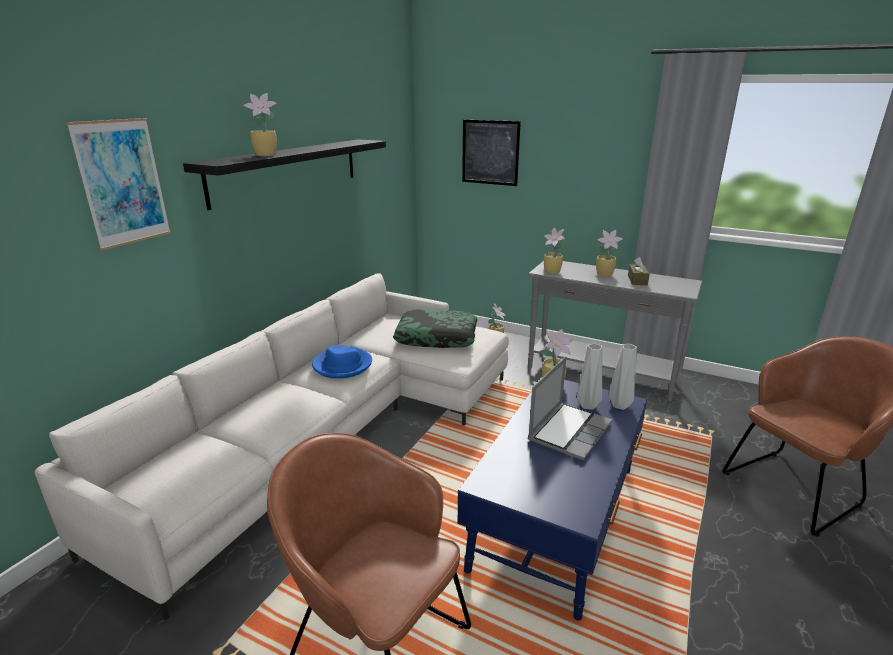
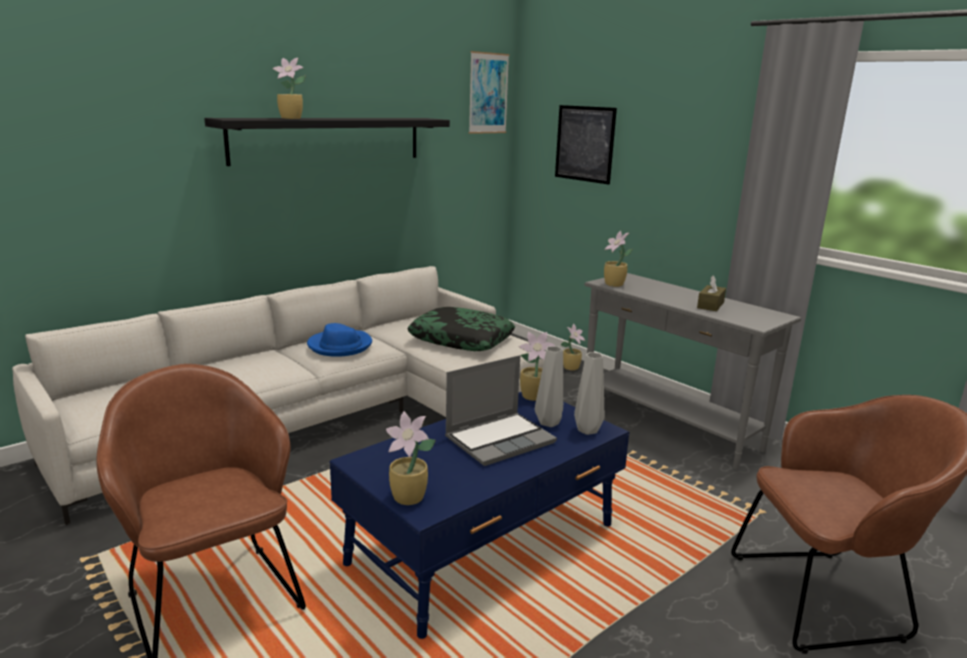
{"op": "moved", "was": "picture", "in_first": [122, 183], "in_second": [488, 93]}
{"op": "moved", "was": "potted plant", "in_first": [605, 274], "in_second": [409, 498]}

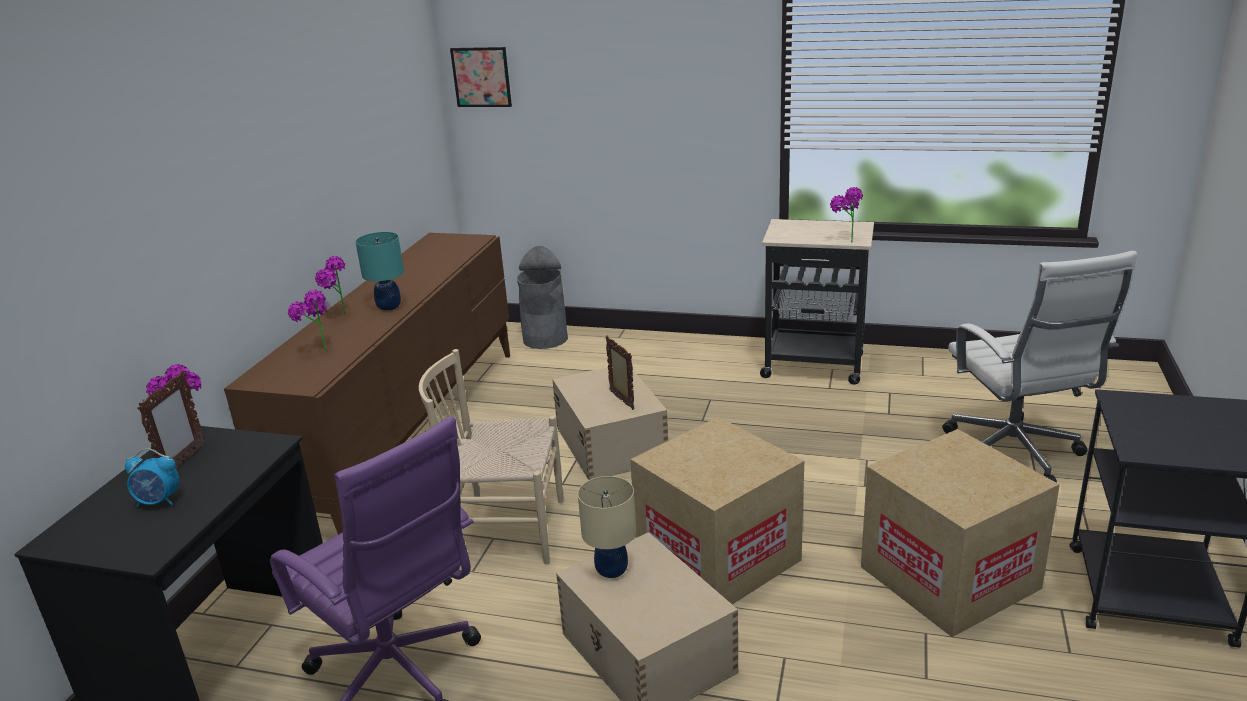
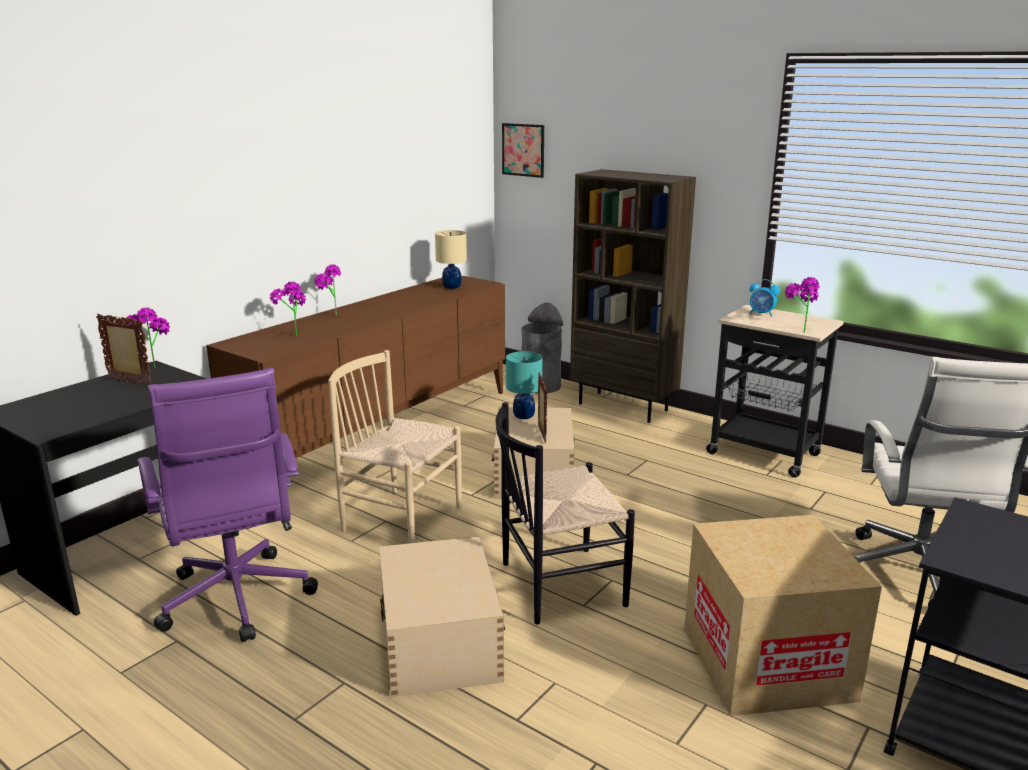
{"op": "moved", "was": "table lamp (turquoise)", "in_first": [388, 308], "in_second": [523, 417]}
{"op": "turned", "was": "picture frame", "in_first": [183, 462], "in_second": [130, 382], "clockwise": -105}
{"op": "replaced", "was": "cardboard box", "now": "chair (black)", "in_first": [718, 558], "in_second": [557, 585]}
{"op": "moved", "was": "alarm clock", "in_first": [159, 502], "in_second": [761, 314]}
{"op": "moved", "was": "table lamp (beige)", "in_first": [613, 571], "in_second": [452, 287]}
{"op": "added", "now": "bookcase (brown)", "in_second": [624, 407]}

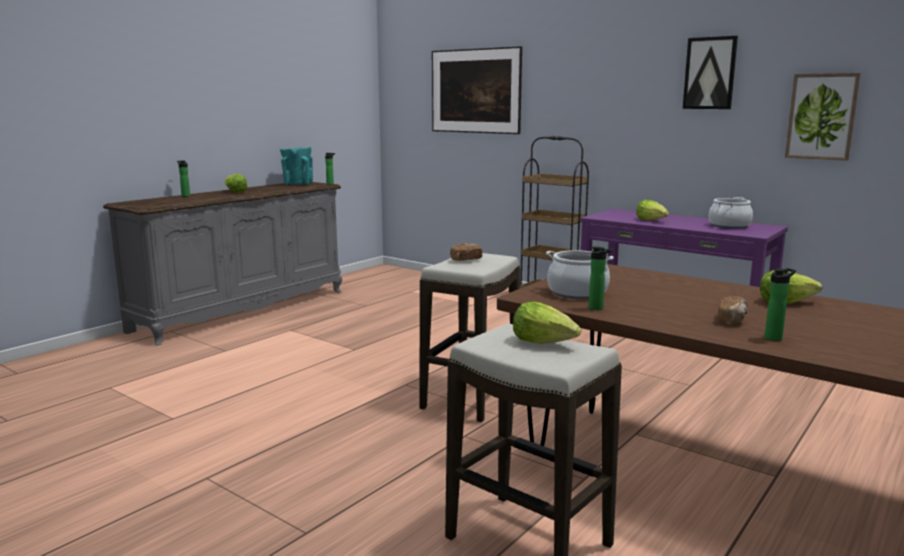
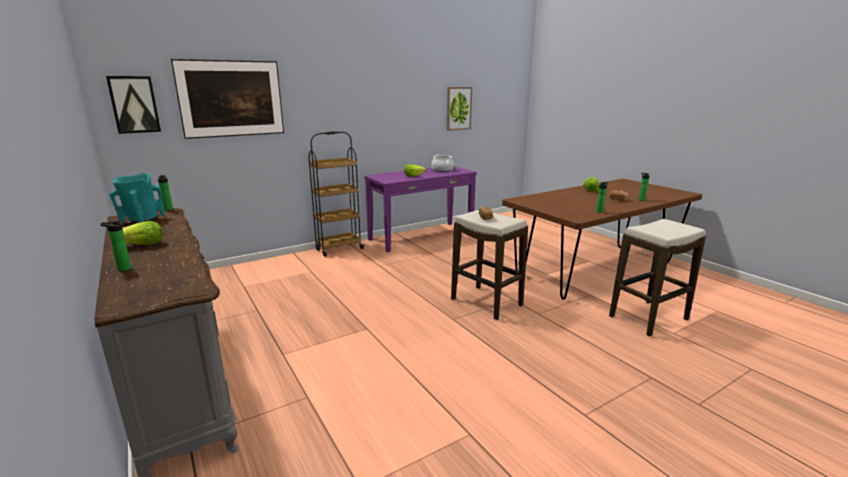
{"op": "moved", "was": "picture", "in_first": [710, 73], "in_second": [134, 104]}
{"op": "removed", "was": "cooking pot", "in_first": [577, 292]}
{"op": "removed", "was": "lettuce", "in_first": [544, 342]}

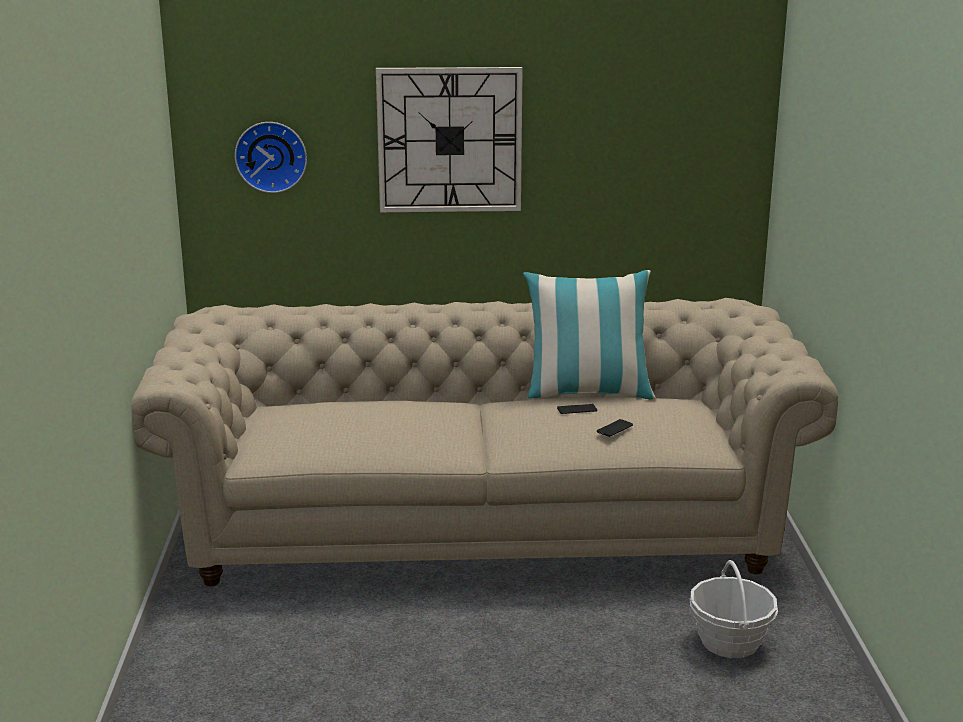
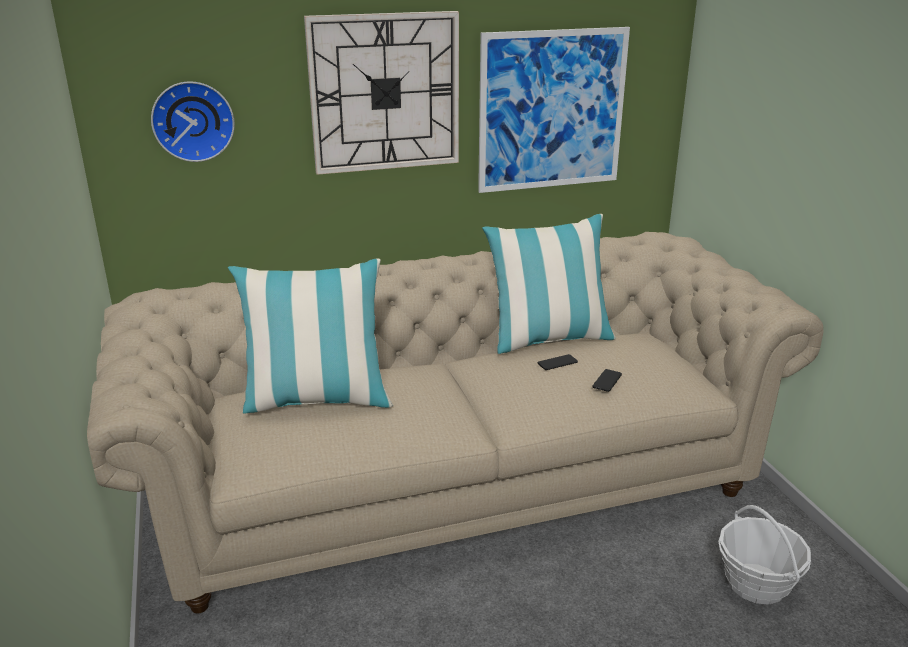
{"op": "added", "now": "picture", "in_second": [552, 110]}
{"op": "added", "now": "pillow", "in_second": [317, 400]}

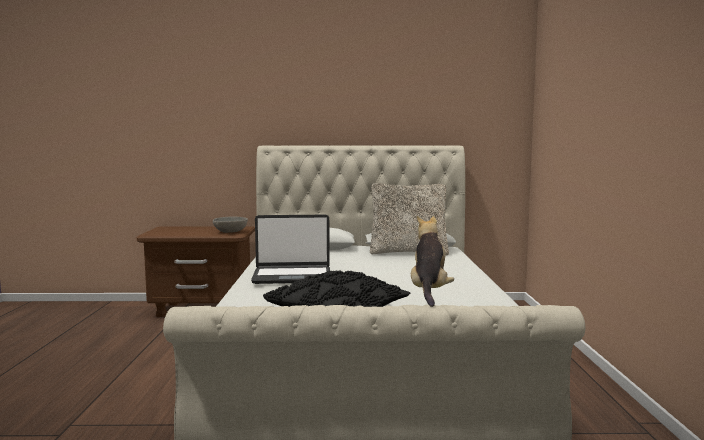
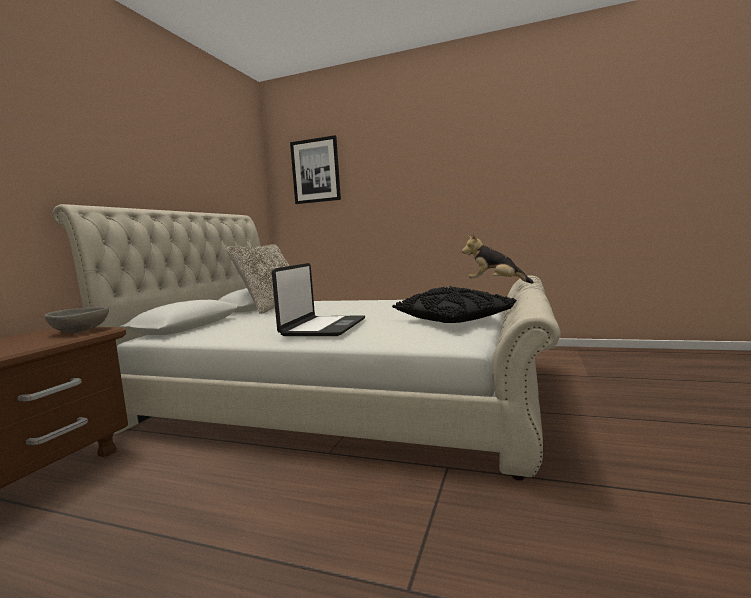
{"op": "added", "now": "picture", "in_second": [316, 171]}

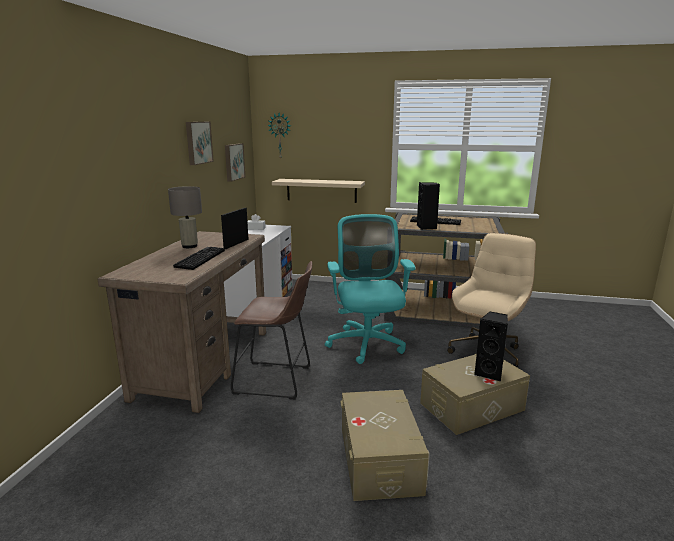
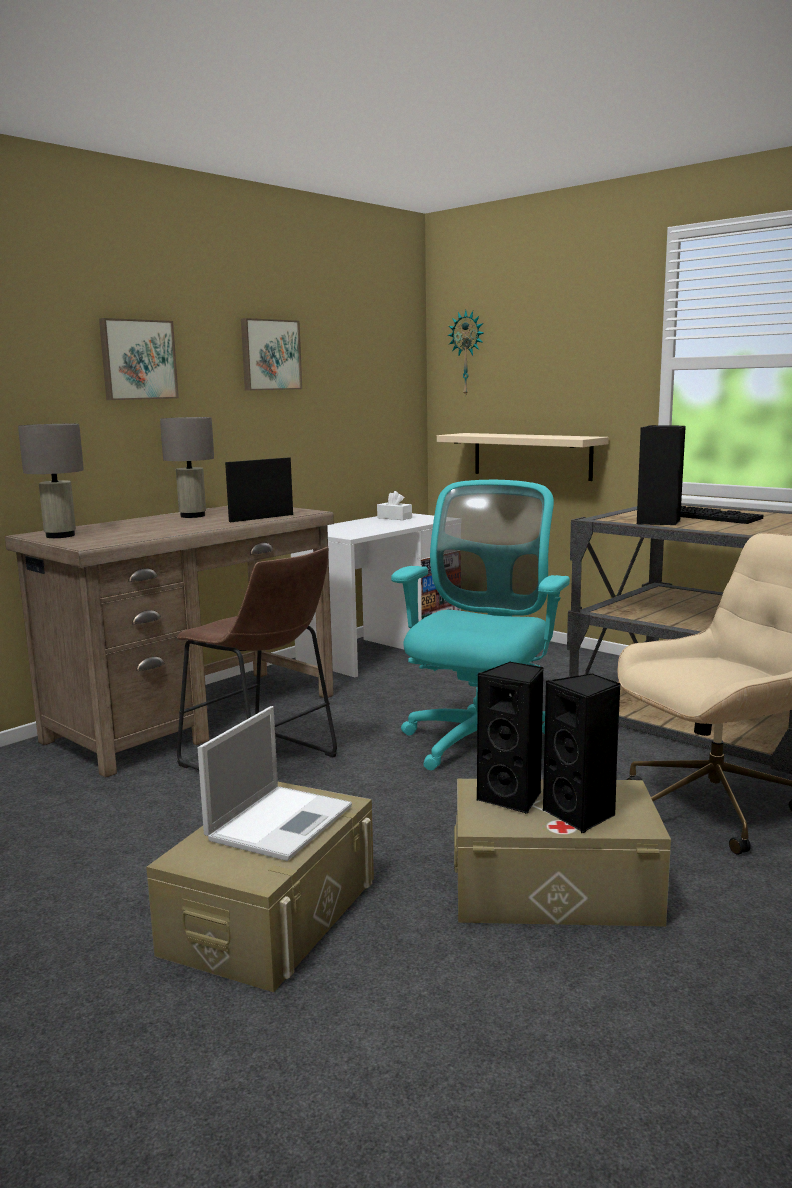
{"op": "moved", "was": "picture", "in_first": [233, 161], "in_second": [137, 360]}
{"op": "removed", "was": "keyboard", "in_first": [200, 258]}
{"op": "added", "now": "table lamp (grey)", "in_second": [59, 536]}
{"op": "added", "now": "speaker (black)", "in_second": [513, 798]}
{"op": "added", "now": "laptop", "in_second": [281, 821]}

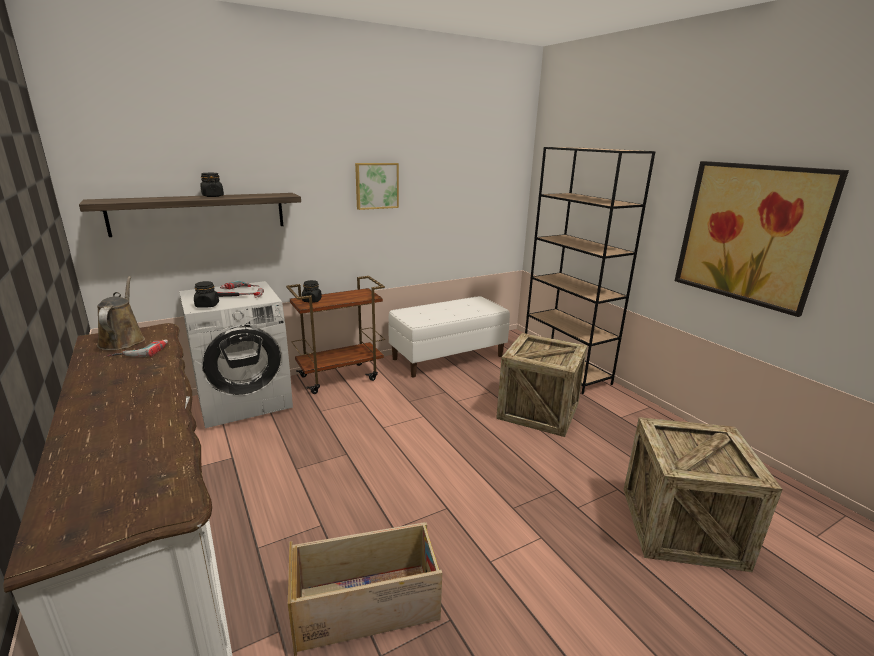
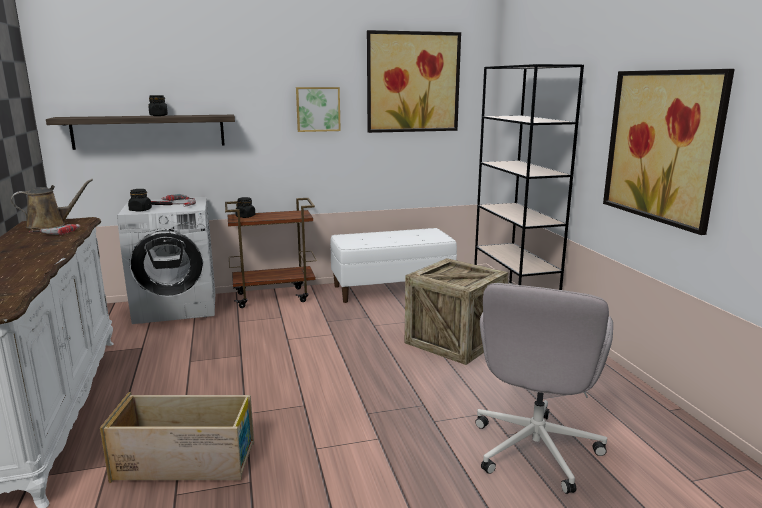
{"op": "turned", "was": "watering can (brown)", "in_first": [123, 340], "in_second": [50, 225], "clockwise": 60}
{"op": "replaced", "was": "crate", "now": "office chair (grey)", "in_first": [681, 526], "in_second": [534, 451]}
{"op": "added", "now": "picture", "in_second": [413, 82]}

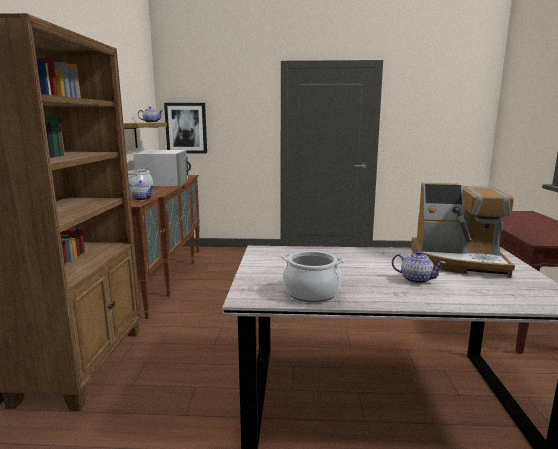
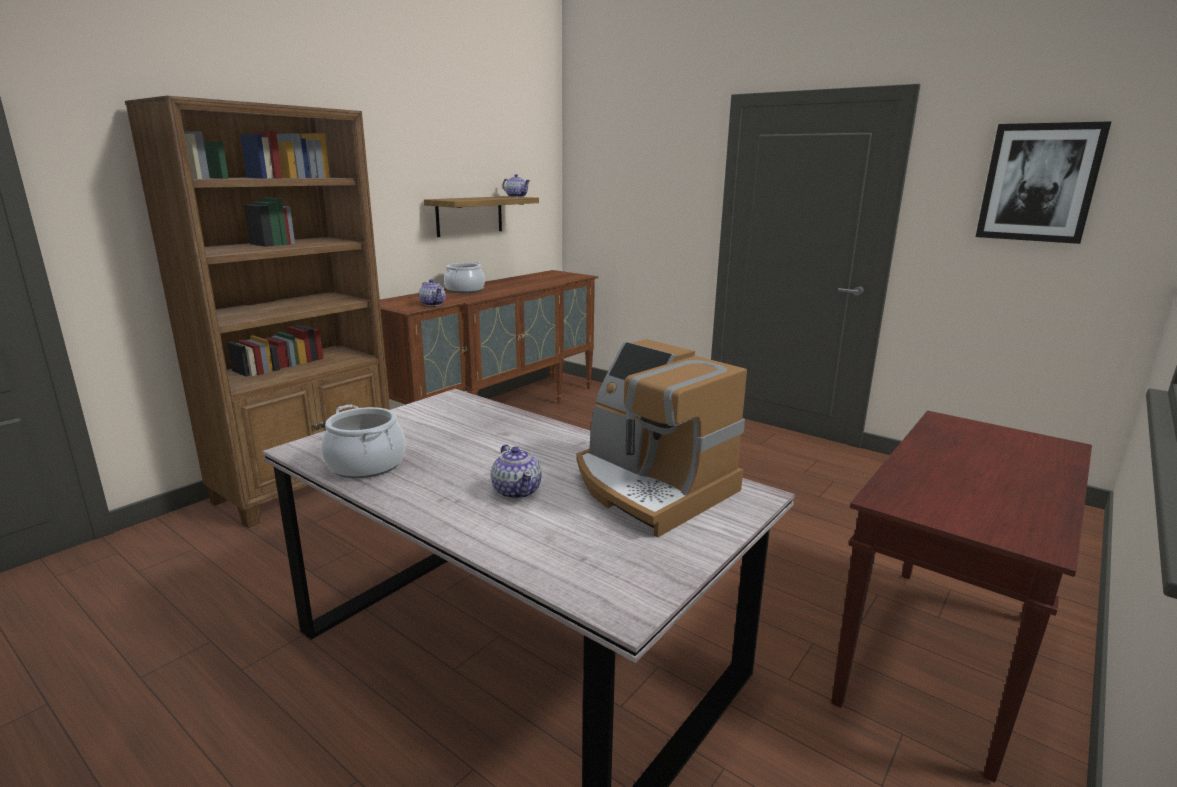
{"op": "moved", "was": "picture", "in_first": [186, 128], "in_second": [1039, 183]}
{"op": "removed", "was": "microwave (white)", "in_first": [164, 182]}

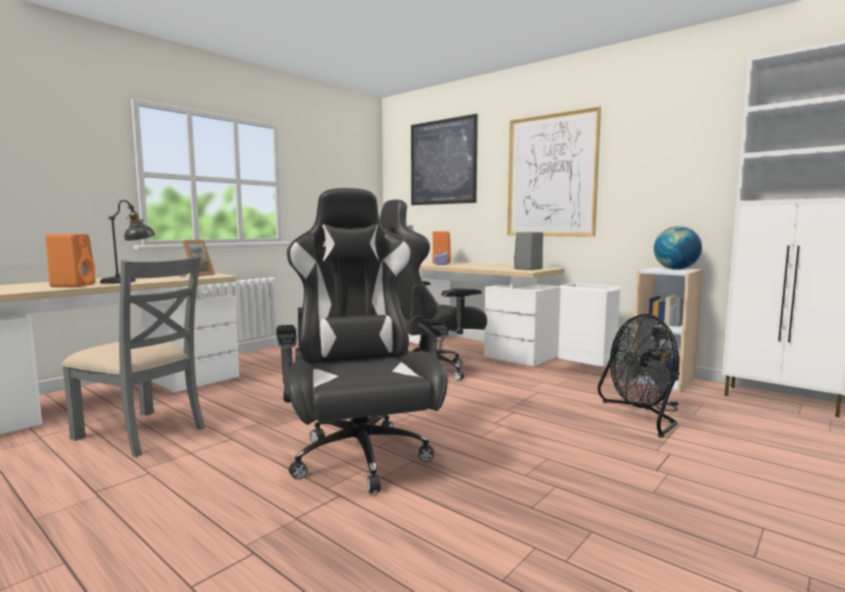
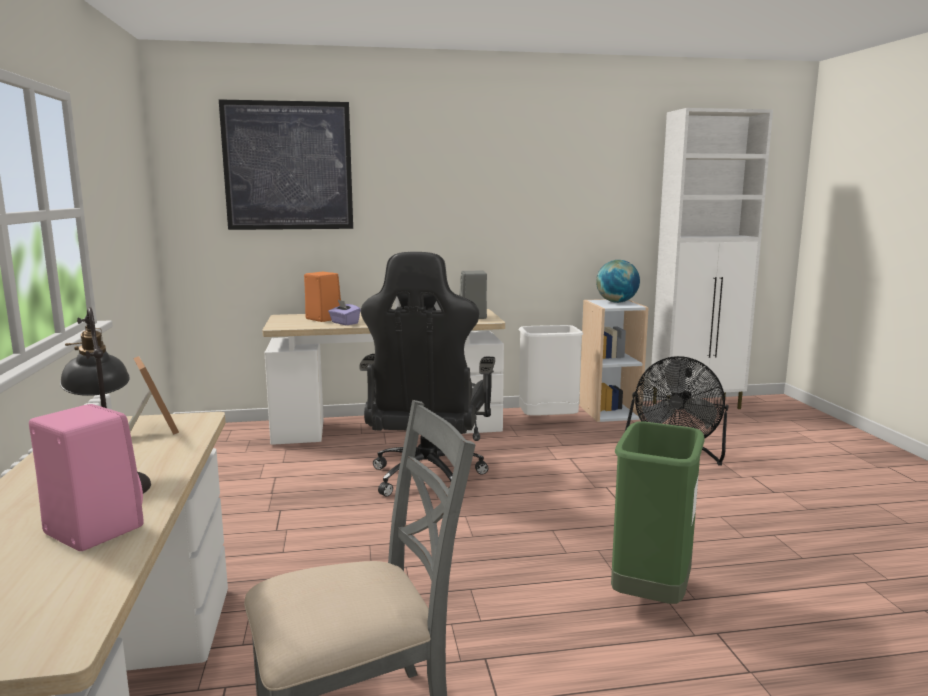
{"op": "removed", "was": "picture", "in_first": [551, 176]}
{"op": "replaced", "was": "office chair (black)", "now": "trash can (green)", "in_first": [363, 462], "in_second": [650, 596]}
{"op": "recoloured", "was": "speaker (orange)", "now": "speaker (pink)", "in_first": [73, 285], "in_second": [91, 530]}

